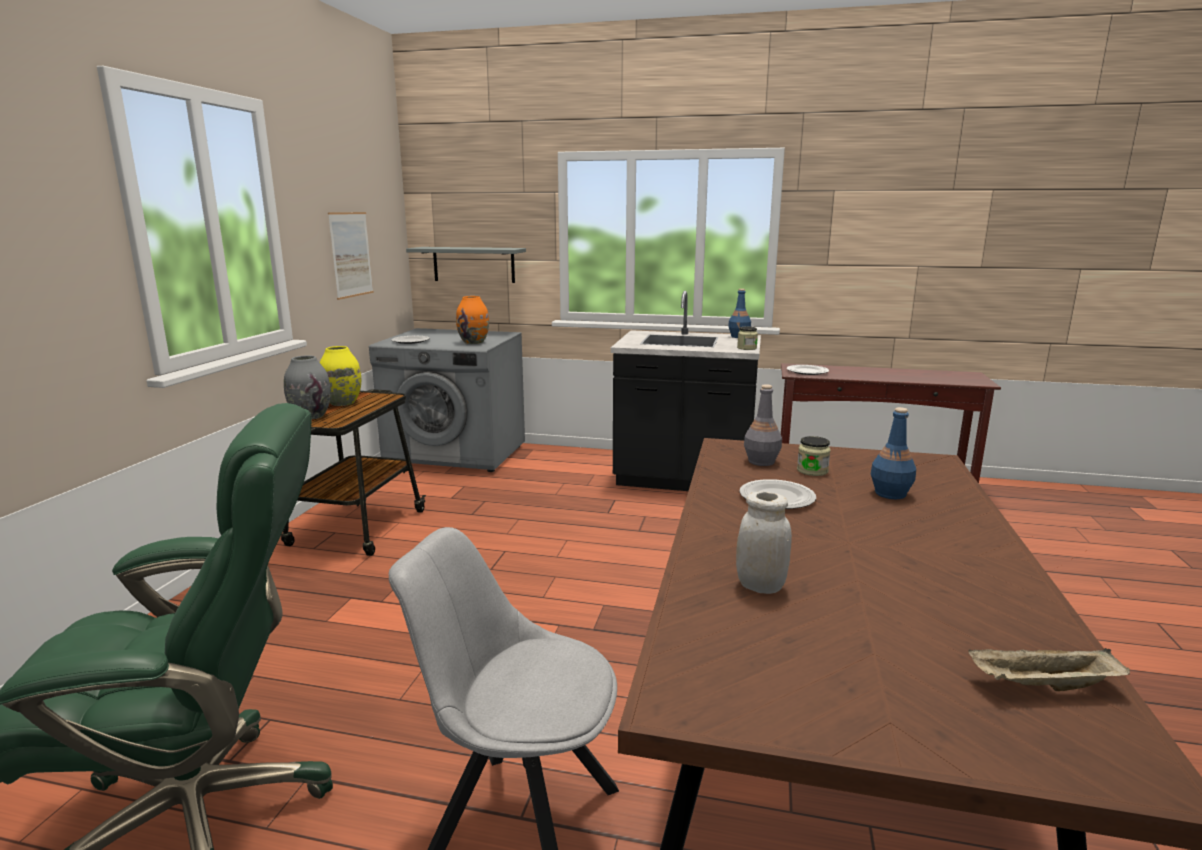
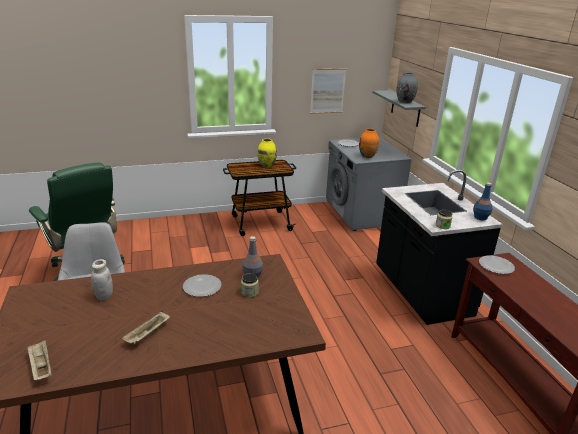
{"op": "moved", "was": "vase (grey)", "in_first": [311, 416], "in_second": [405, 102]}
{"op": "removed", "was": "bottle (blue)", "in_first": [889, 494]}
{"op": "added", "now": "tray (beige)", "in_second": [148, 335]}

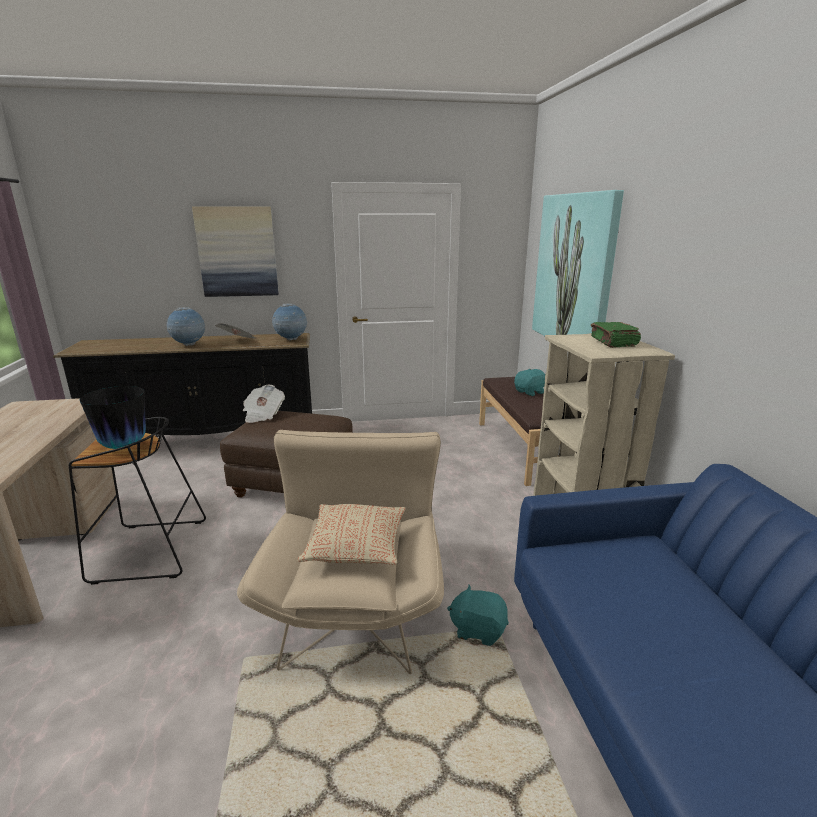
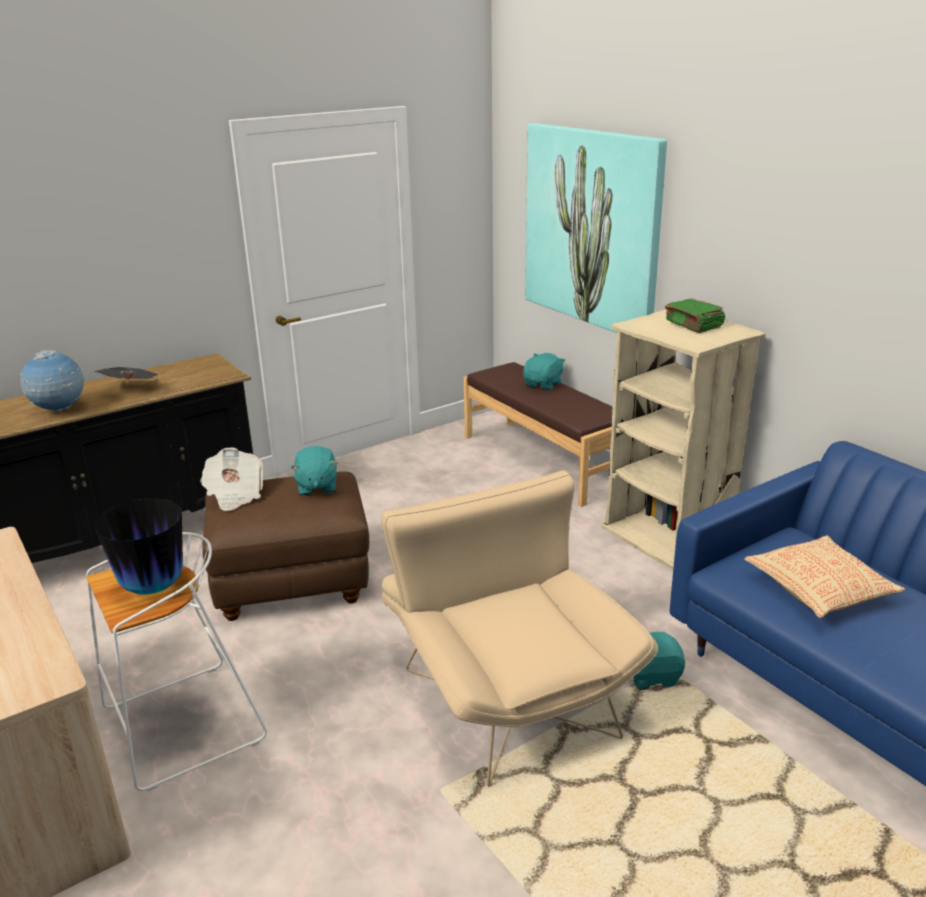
{"op": "removed", "was": "picture", "in_first": [237, 252]}
{"op": "removed", "was": "globe", "in_first": [291, 340]}
{"op": "recoloured", "was": "stool (black)", "now": "stool (white)", "in_first": [148, 551], "in_second": [181, 727]}
{"op": "moved", "was": "pillow (beige)", "in_first": [355, 547], "in_second": [819, 590]}
{"op": "added", "now": "plush toy (turquoise)", "in_second": [316, 487]}

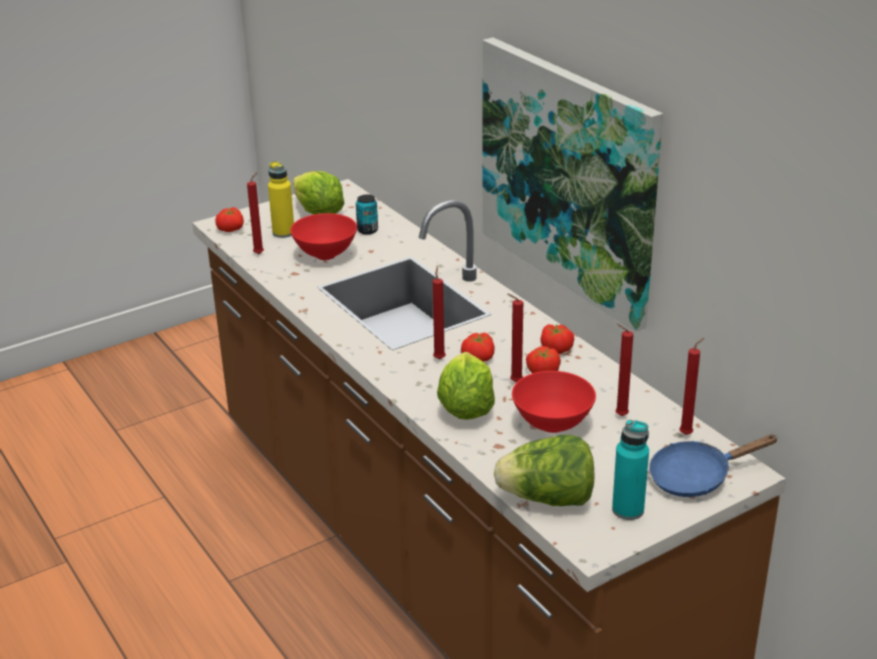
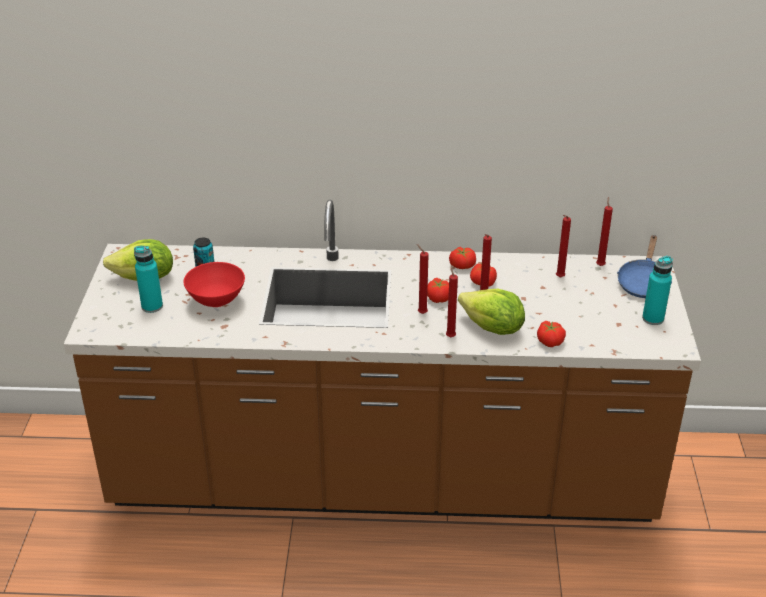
{"op": "removed", "was": "picture", "in_first": [569, 178]}
{"op": "recoloured", "was": "bottle (yellow)", "now": "bottle (turquoise)", "in_first": [283, 233], "in_second": [152, 306]}
{"op": "moved", "was": "candle (red)", "in_first": [260, 253], "in_second": [450, 336]}
{"op": "moved", "was": "tomato", "in_first": [231, 229], "in_second": [550, 341]}
{"op": "removed", "was": "bowl (red)", "in_first": [552, 425]}
{"op": "removed", "was": "lettuce", "in_first": [547, 499]}

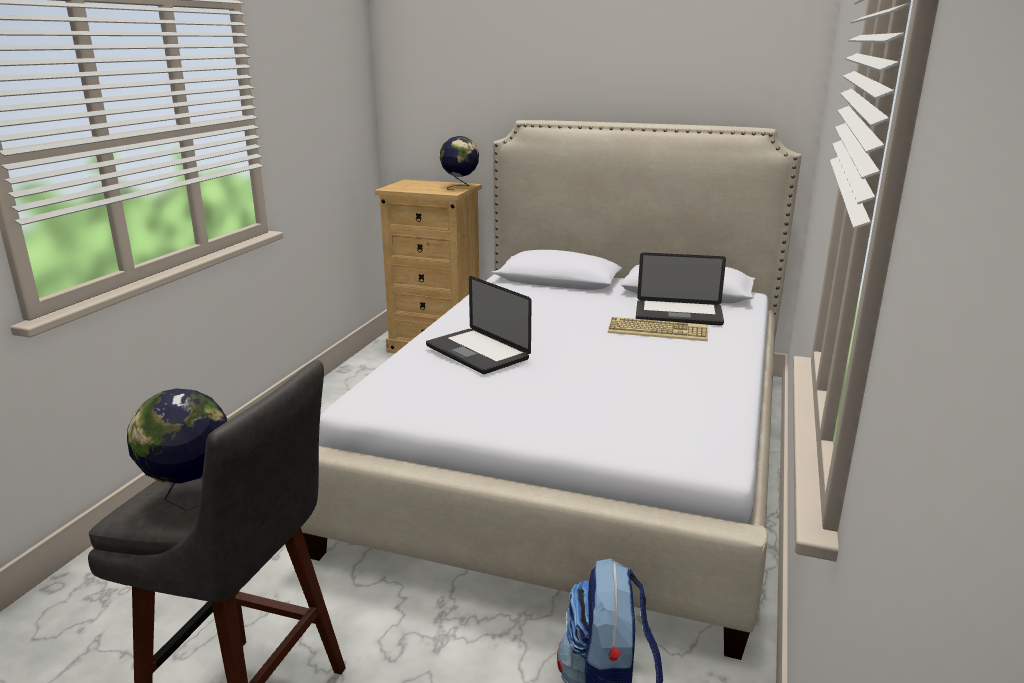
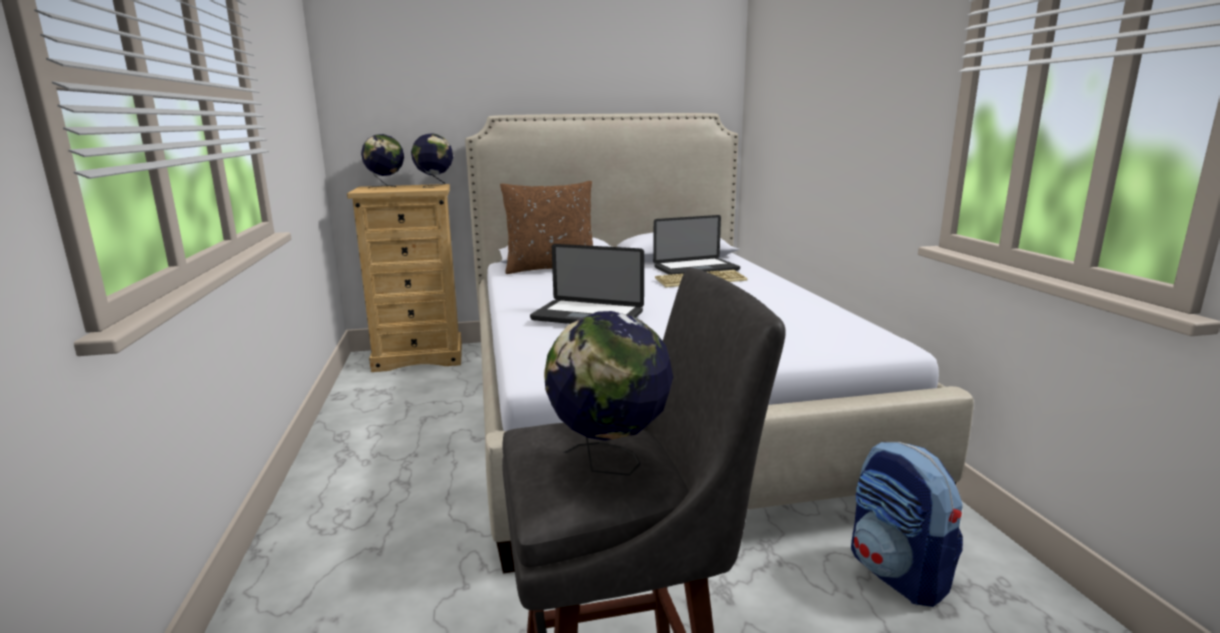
{"op": "added", "now": "globe", "in_second": [386, 187]}
{"op": "added", "now": "pillow (brown)", "in_second": [551, 269]}

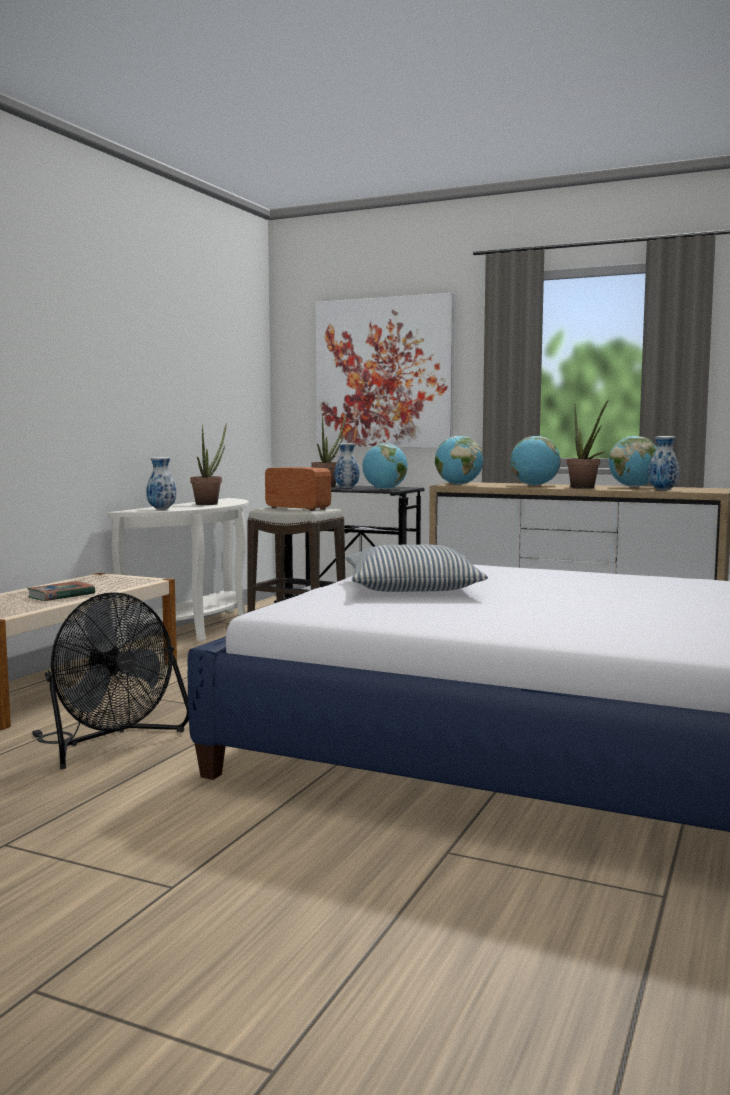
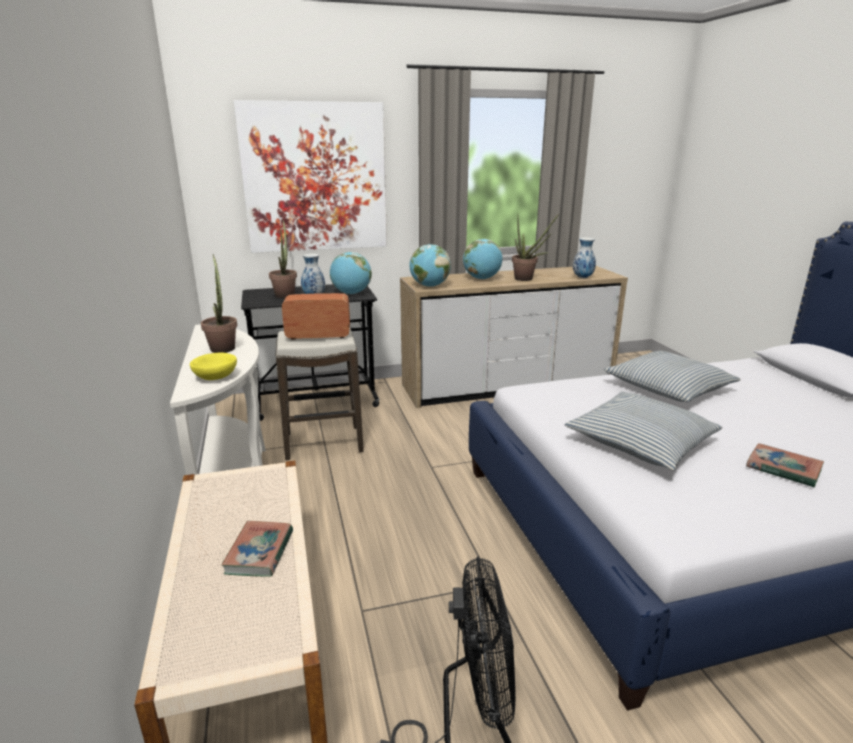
{"op": "removed", "was": "globe", "in_first": [633, 487]}
{"op": "replaced", "was": "vase", "now": "bowl (yellow)", "in_first": [162, 509], "in_second": [216, 377]}
{"op": "added", "now": "pillow", "in_second": [668, 388]}
{"op": "added", "now": "book", "in_second": [783, 469]}

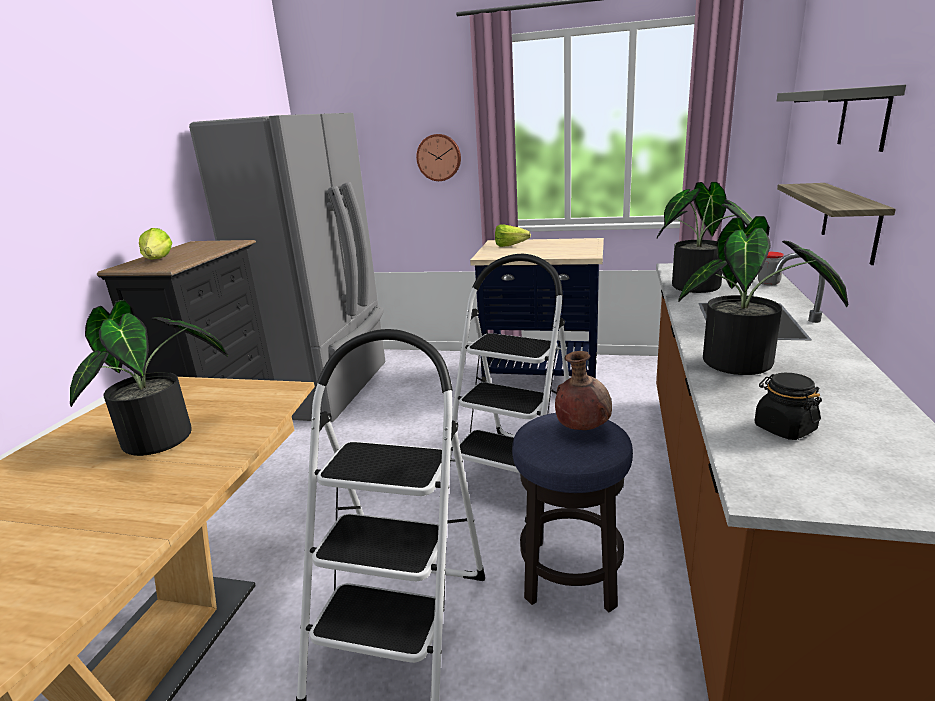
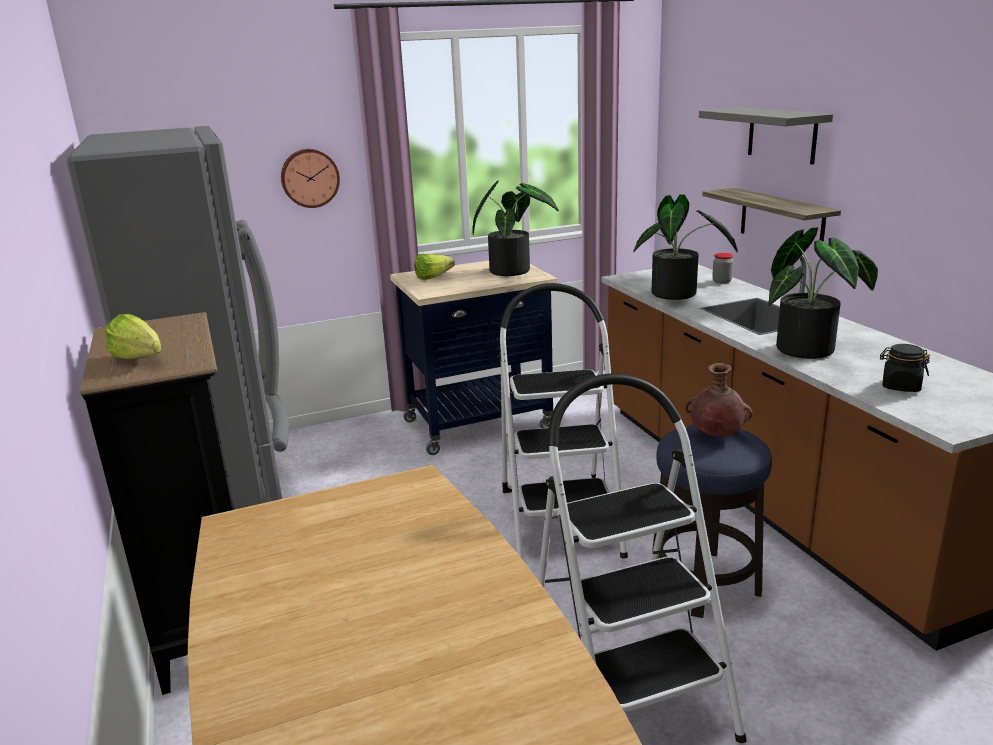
{"op": "moved", "was": "potted plant", "in_first": [167, 438], "in_second": [513, 270]}

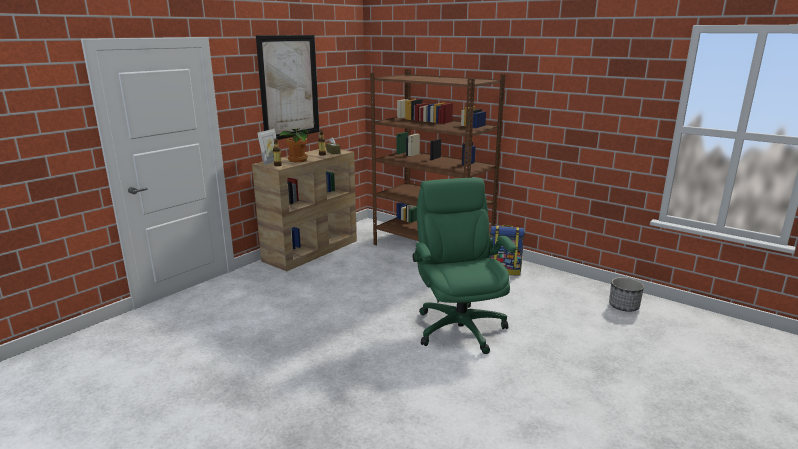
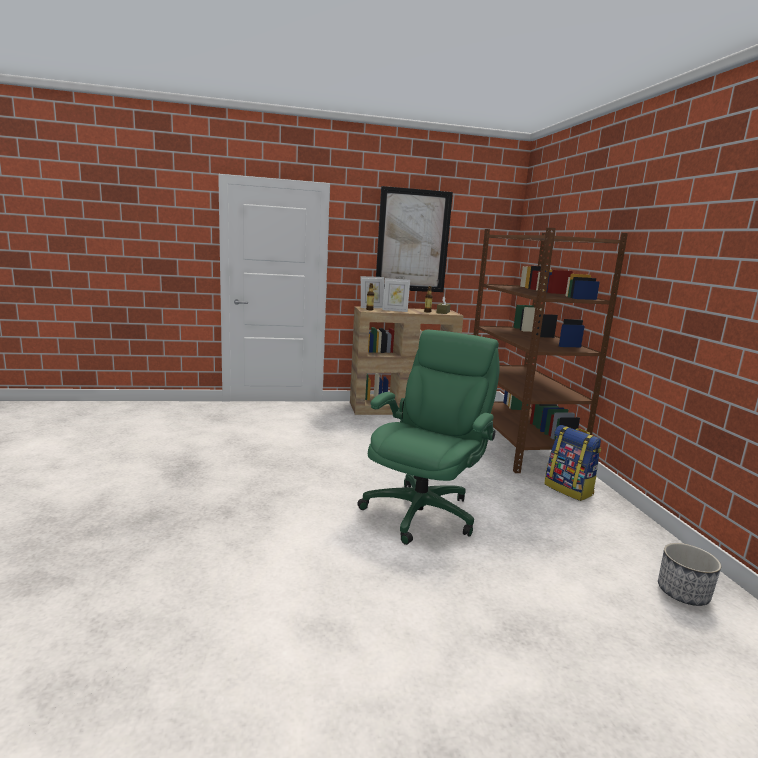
{"op": "replaced", "was": "potted plant", "now": "picture frame", "in_first": [297, 160], "in_second": [395, 310]}

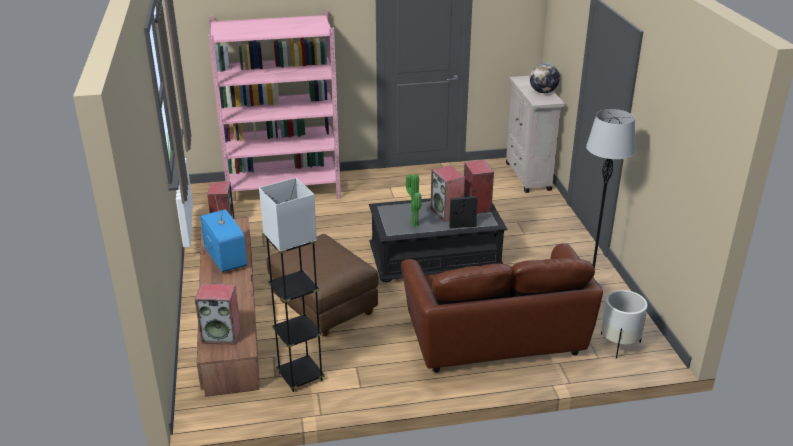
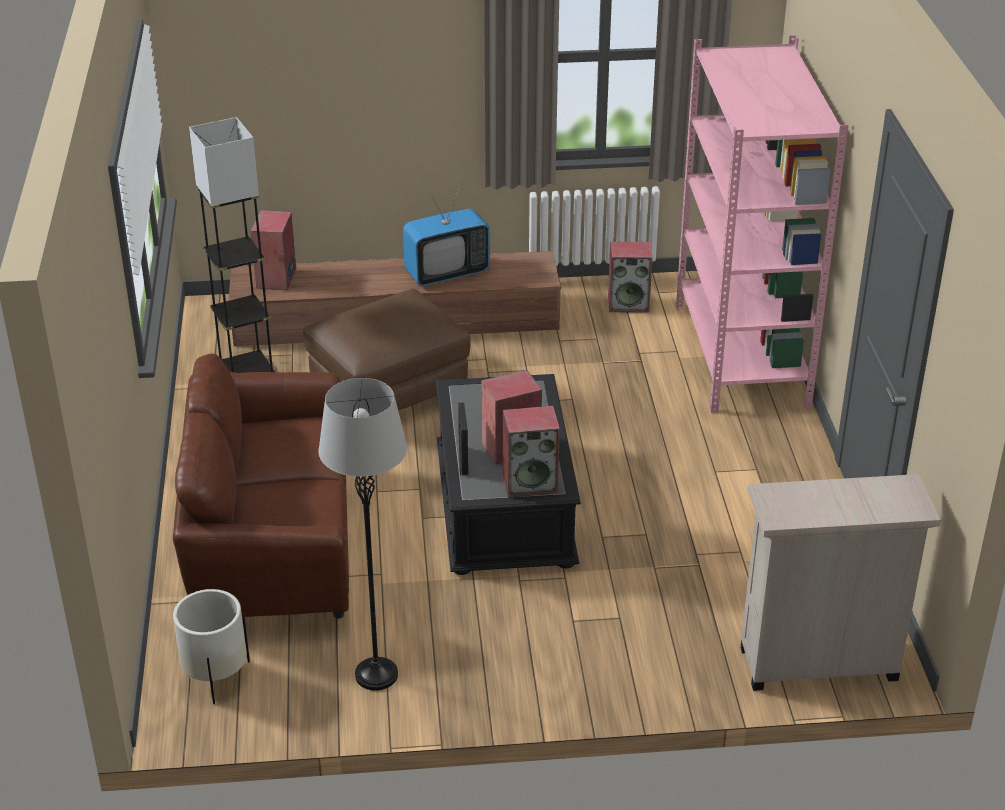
{"op": "removed", "was": "globe", "in_first": [543, 92]}
{"op": "removed", "was": "potted plant", "in_first": [413, 225]}

